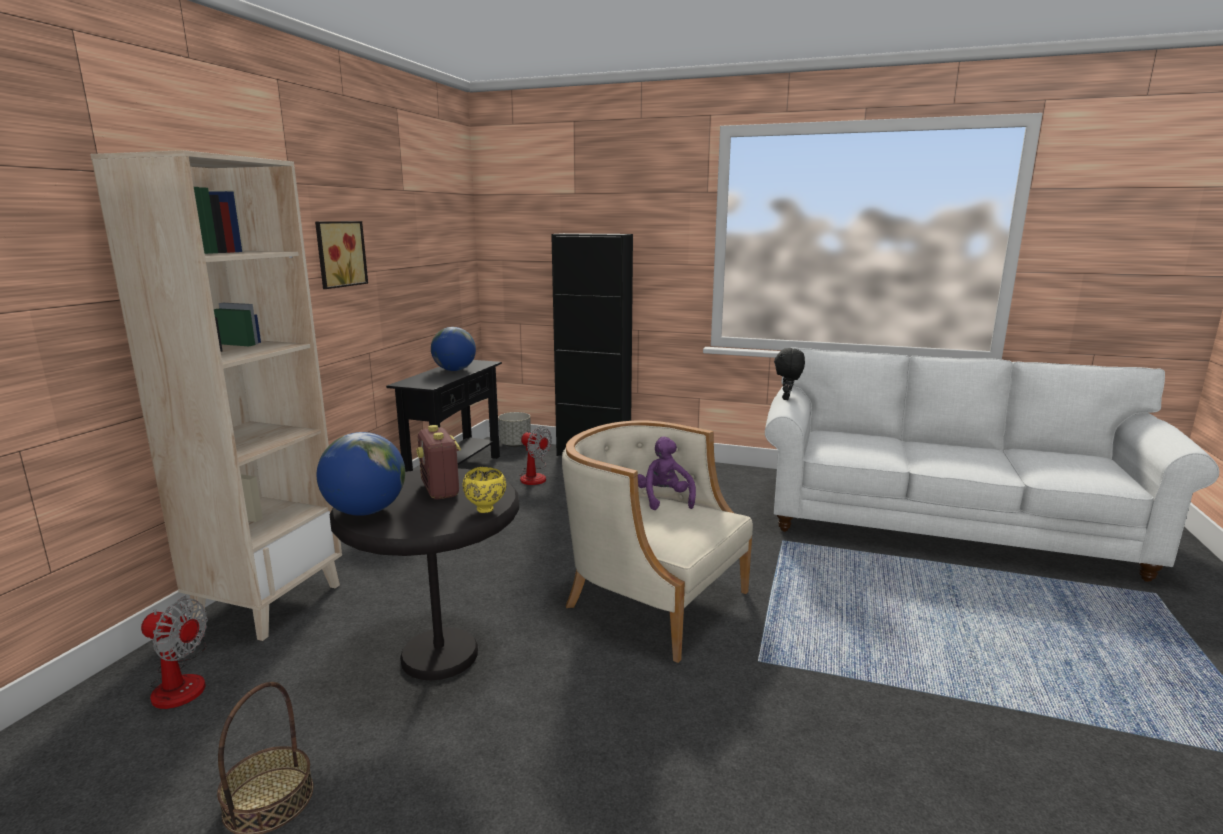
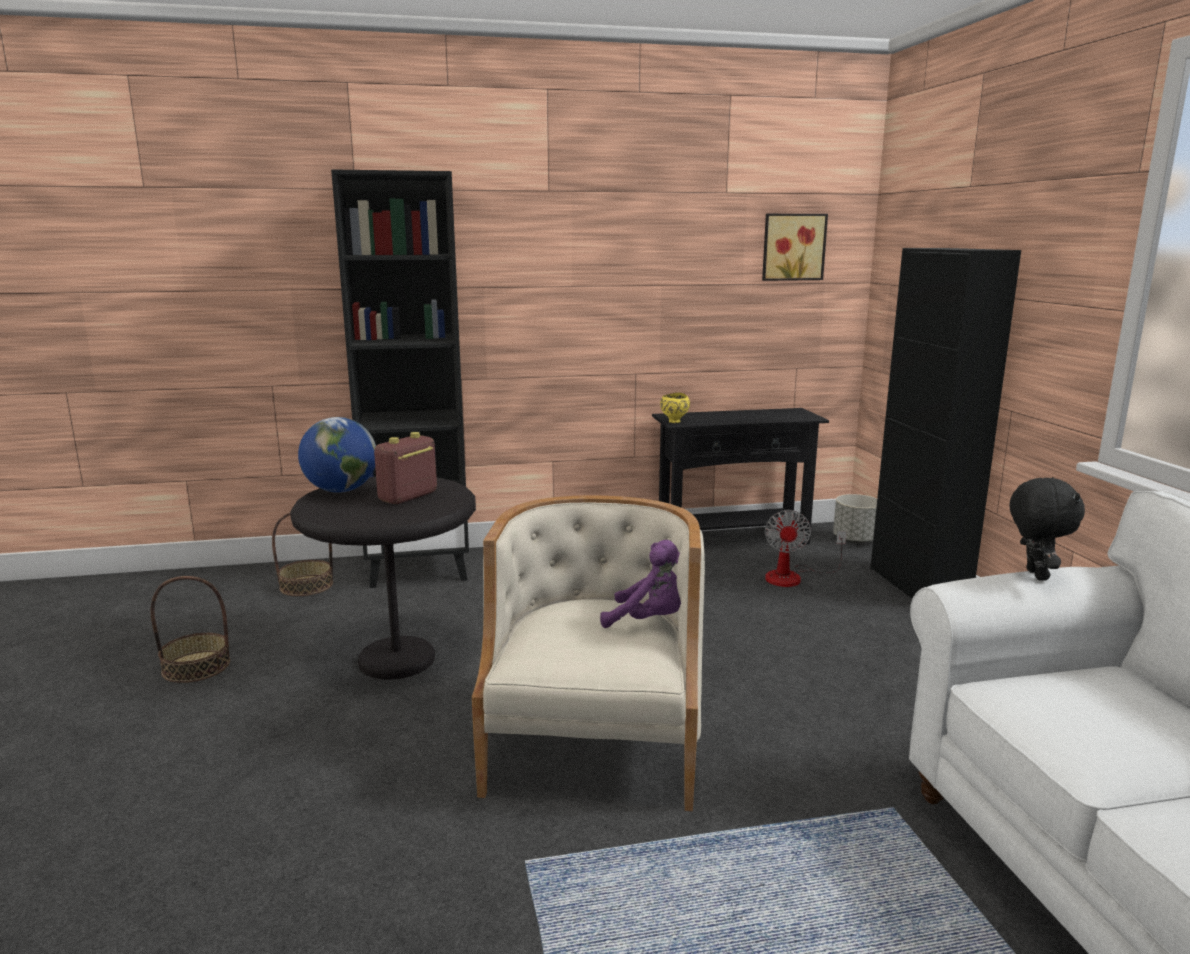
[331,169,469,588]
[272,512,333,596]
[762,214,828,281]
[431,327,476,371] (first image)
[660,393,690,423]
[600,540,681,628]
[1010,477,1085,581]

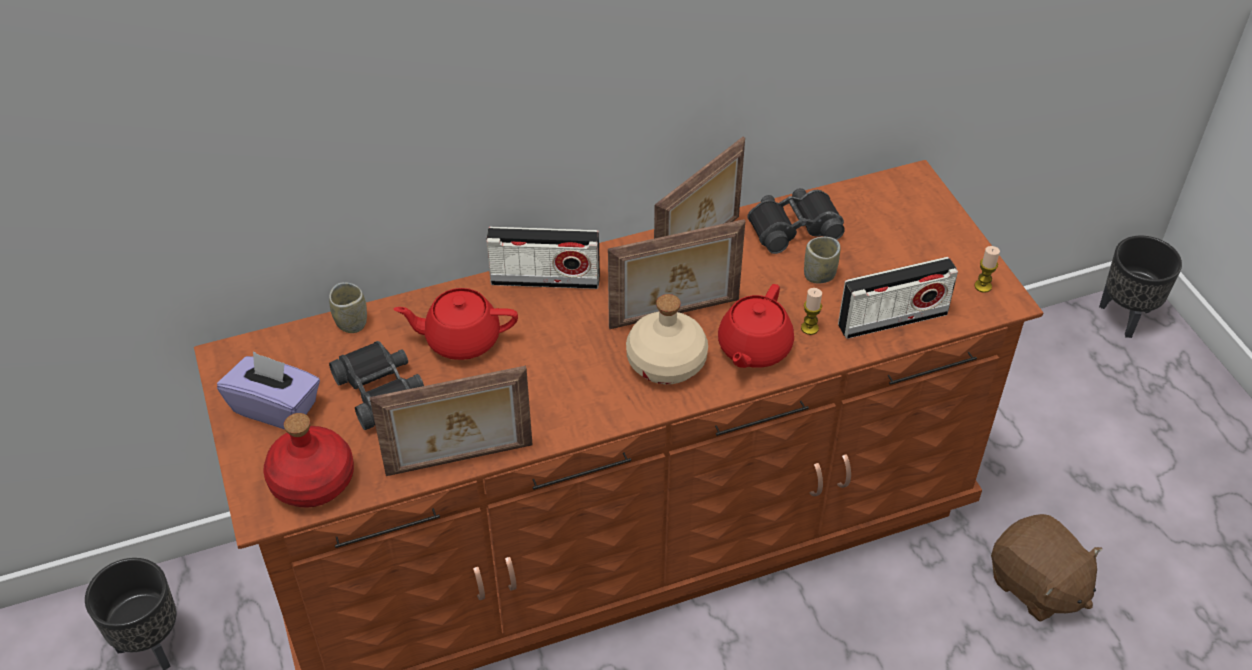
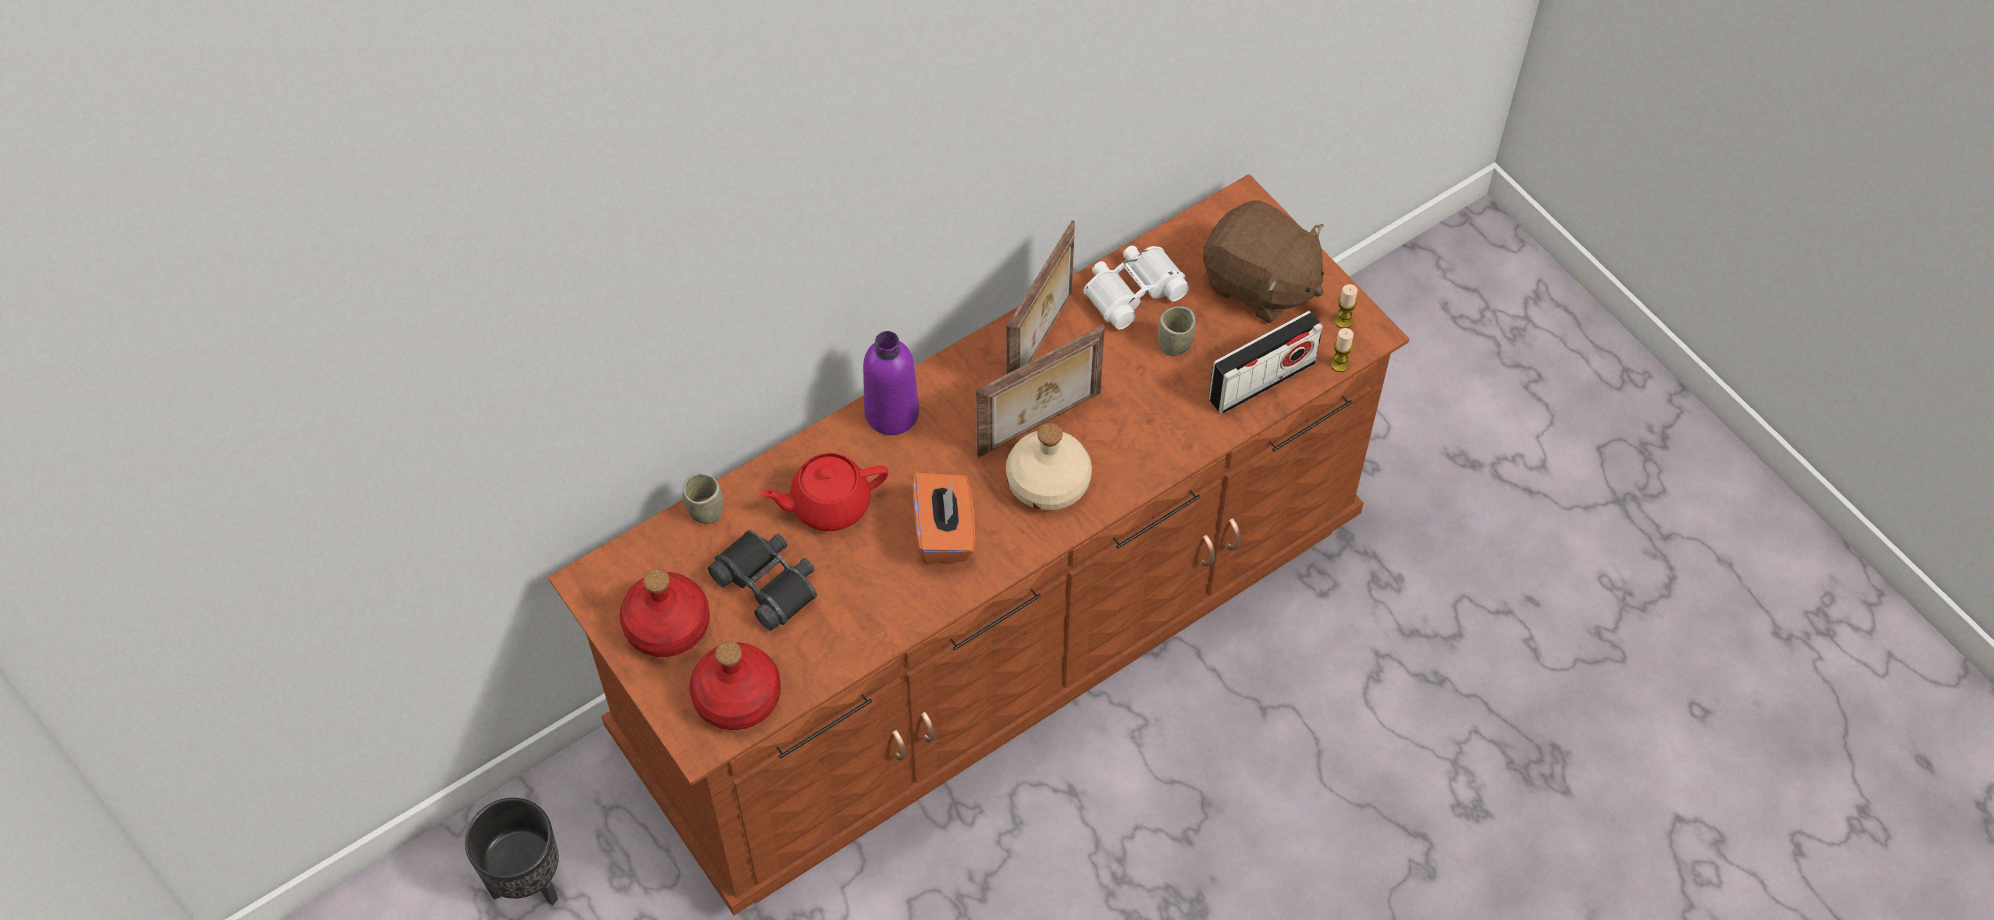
[620,569,710,657]
[370,366,533,476] (first image)
[863,331,919,435]
[718,284,794,368] (first image)
[1083,245,1189,330]
[1330,328,1354,372]
[1203,200,1324,323]
[1099,236,1182,338] (first image)
[912,473,975,564]

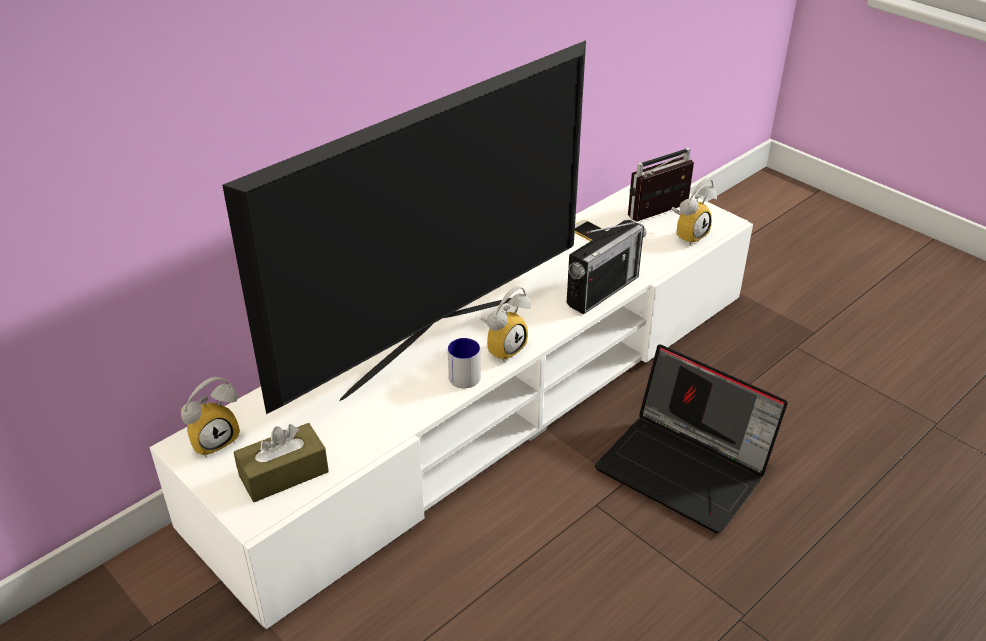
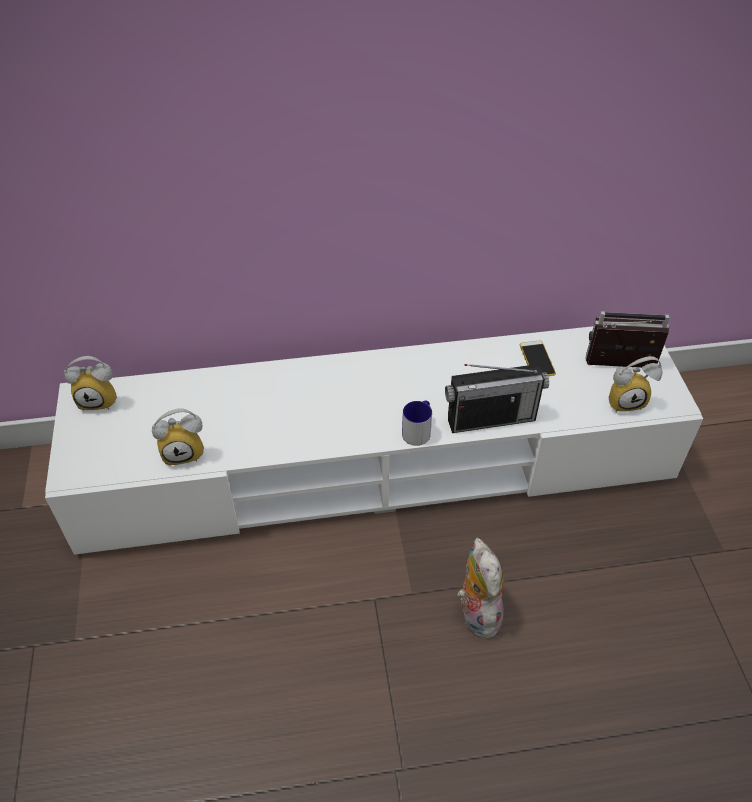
[222,40,586,414] (first image)
[234,423,329,502] (first image)
[402,400,432,446]
[152,408,204,466]
[457,538,504,638]

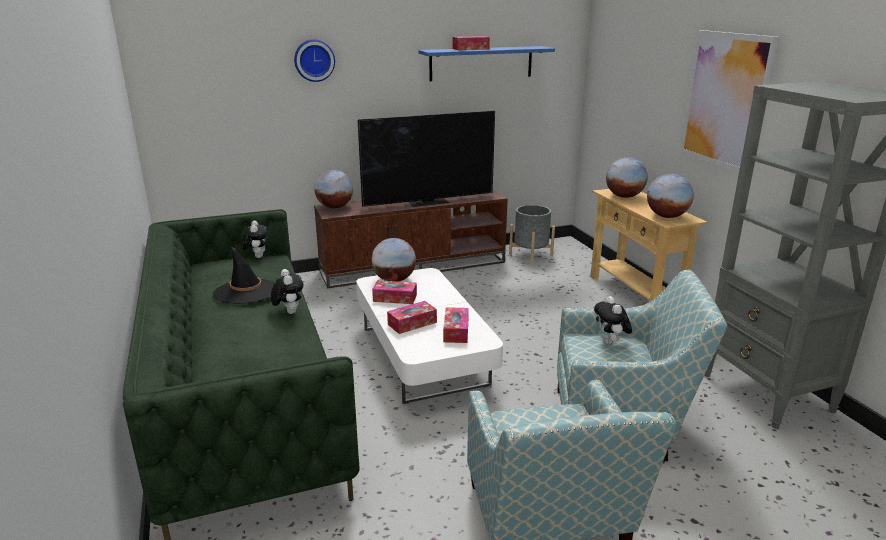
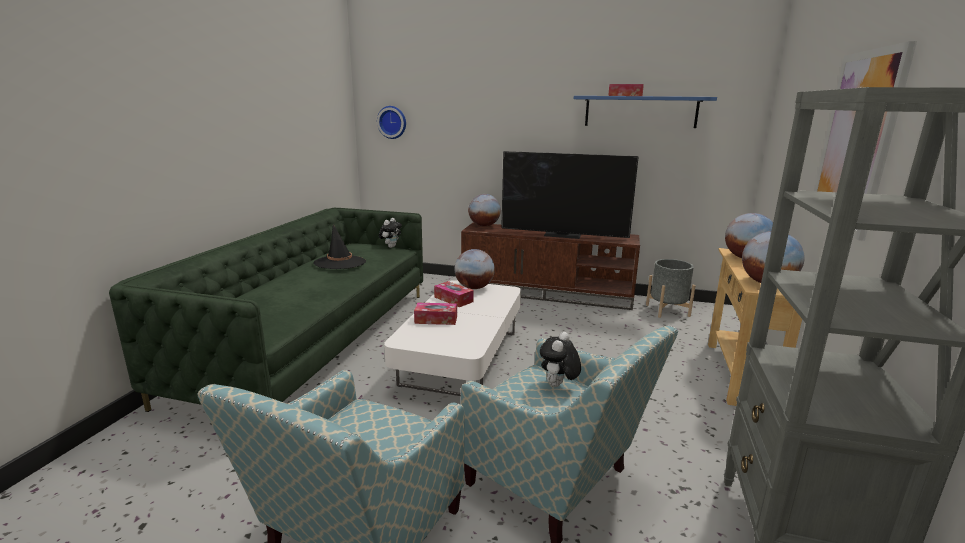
[271,269,304,314] (first image)
[377,106,406,139]
[443,307,469,343] (first image)

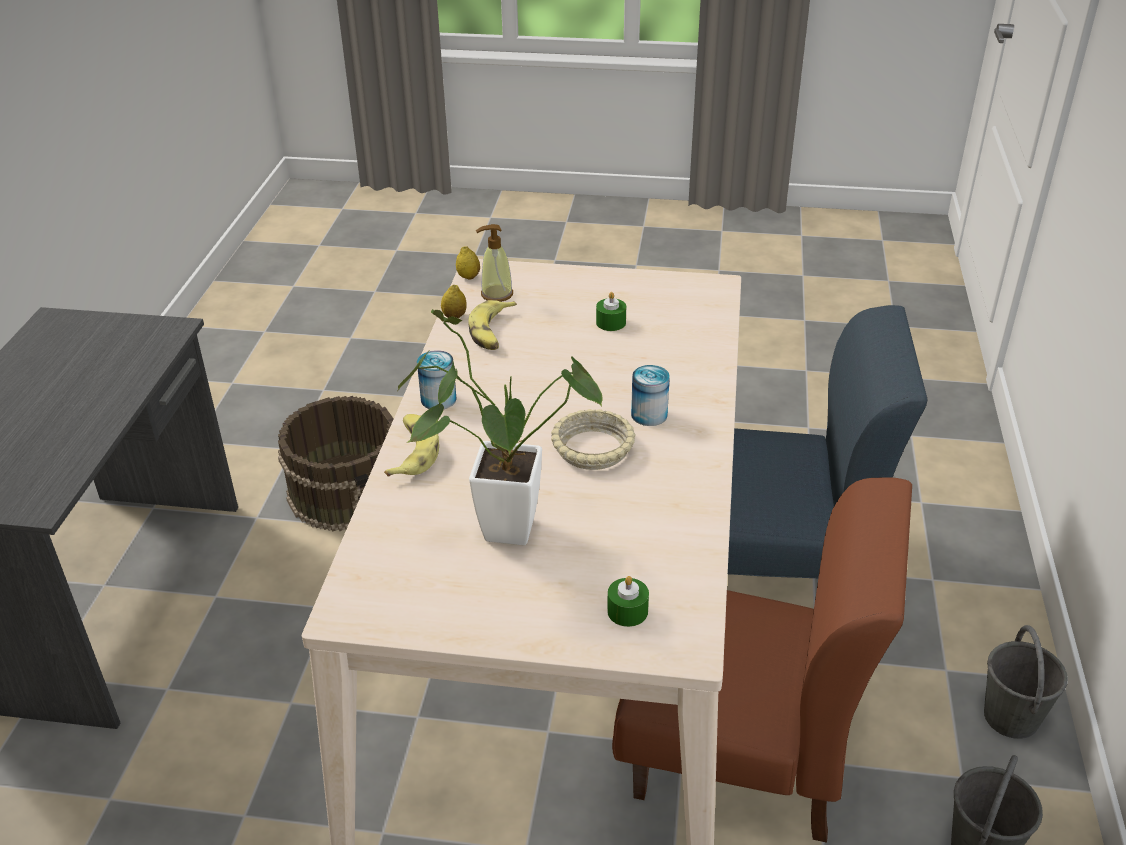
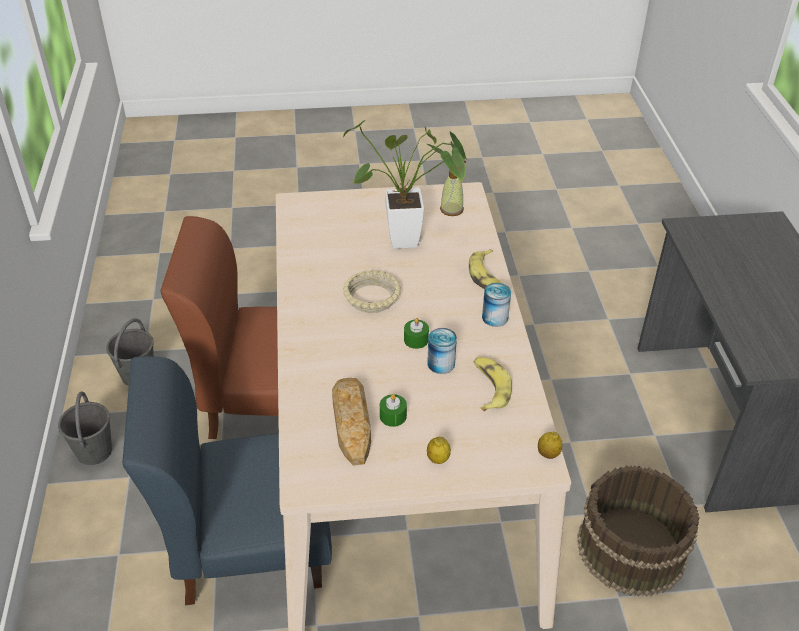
[427,437,451,464]
[440,160,466,216]
[404,318,429,349]
[427,328,457,374]
[332,378,371,466]

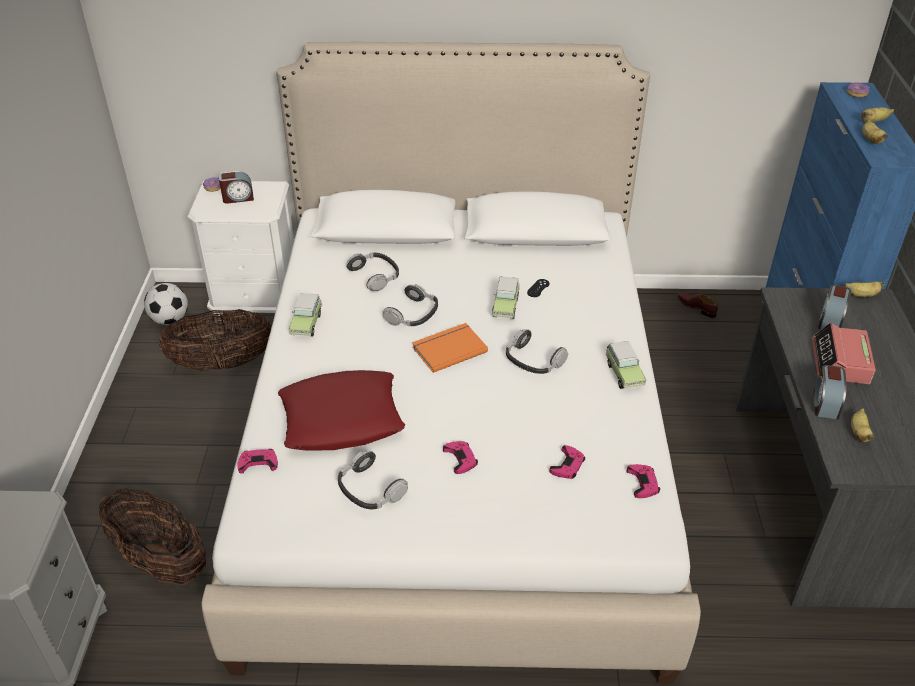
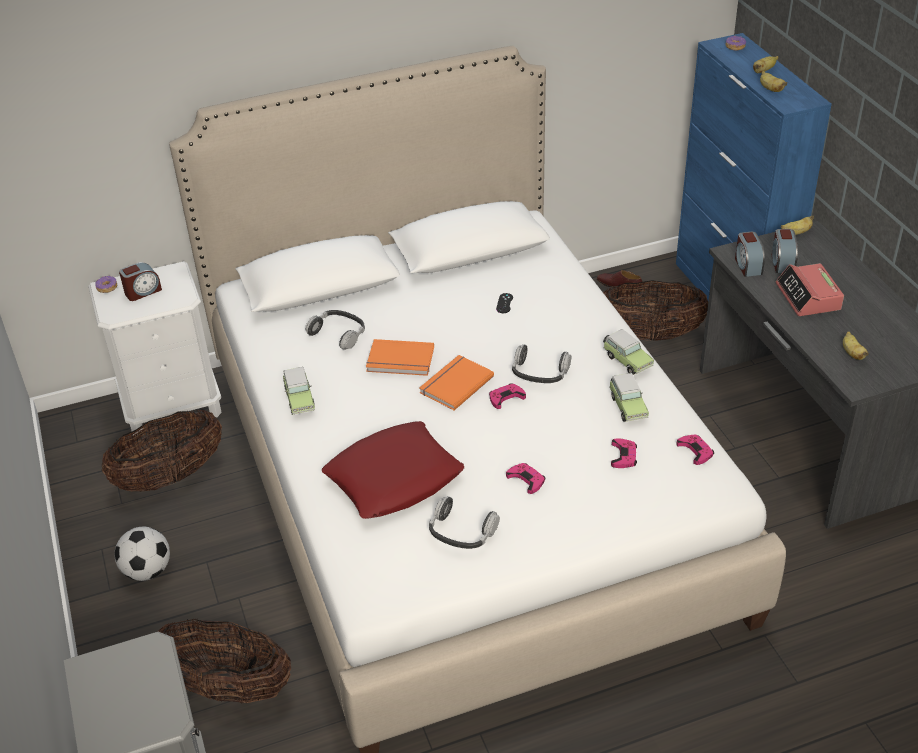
[115,527,170,581]
[489,383,526,409]
[366,339,434,376]
[609,373,649,422]
[735,232,765,277]
[603,280,708,341]

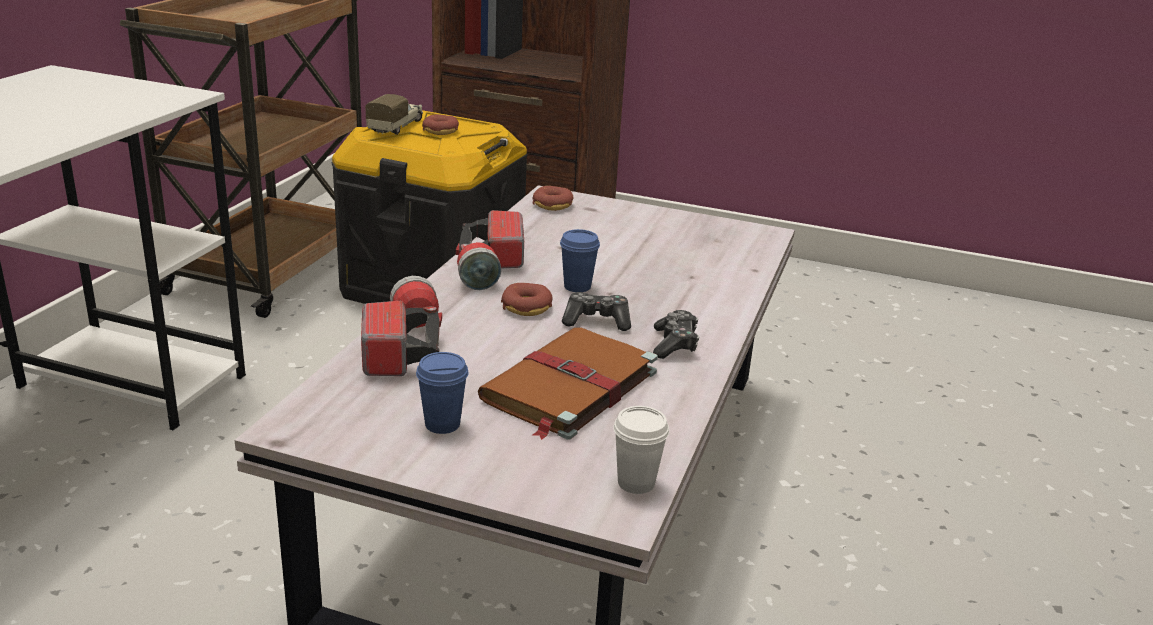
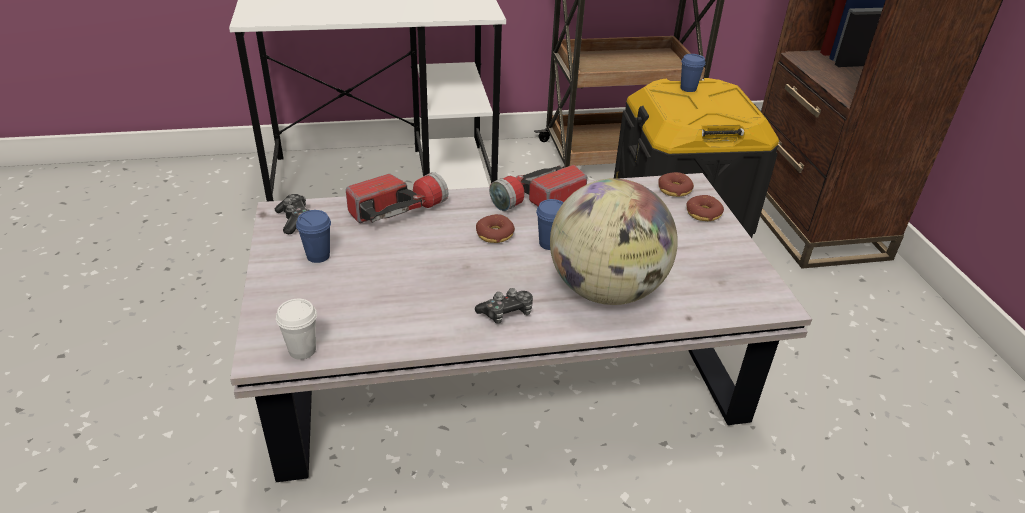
[681,54,705,92]
[686,195,724,221]
[478,327,658,440] (first image)
[275,194,309,234]
[550,178,678,305]

